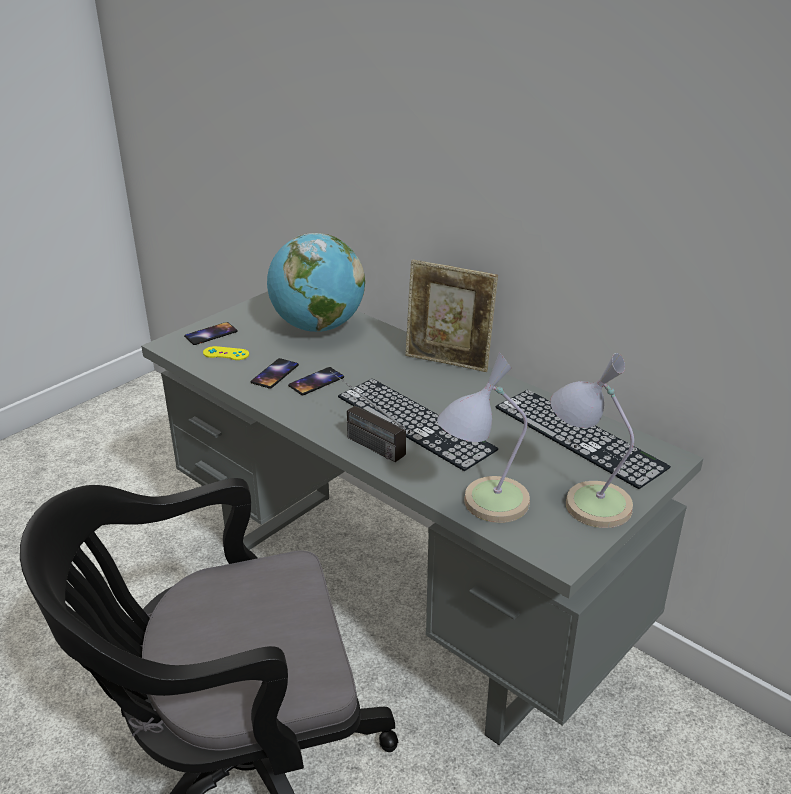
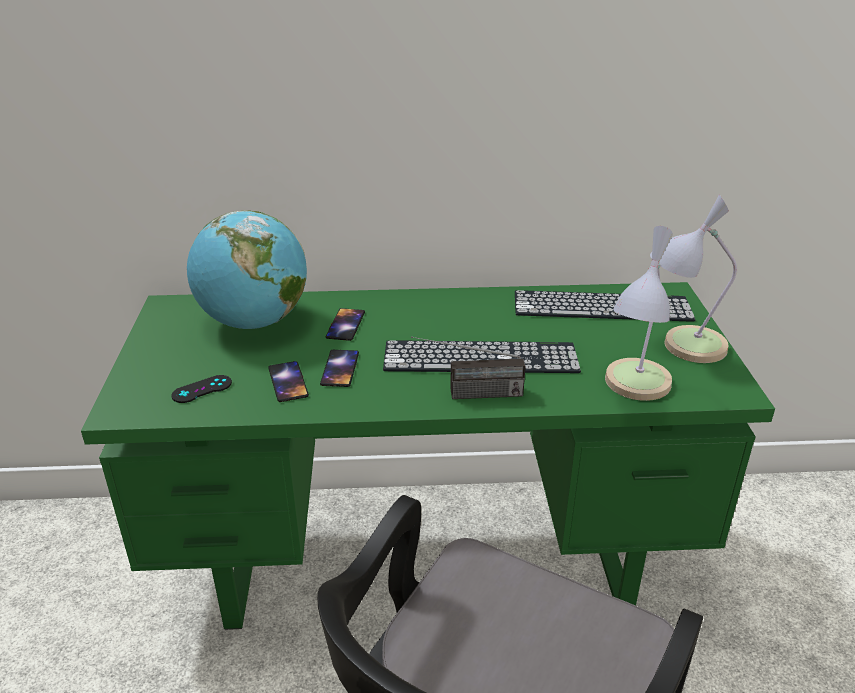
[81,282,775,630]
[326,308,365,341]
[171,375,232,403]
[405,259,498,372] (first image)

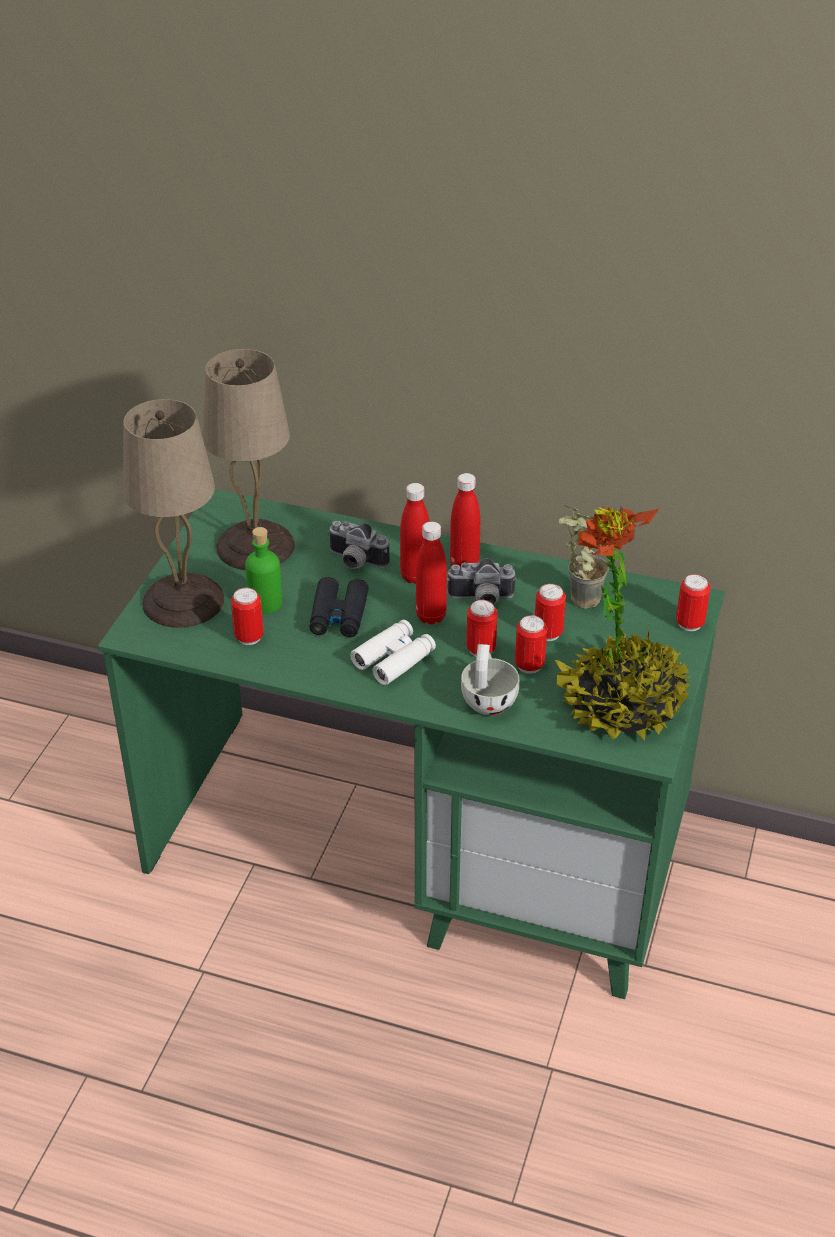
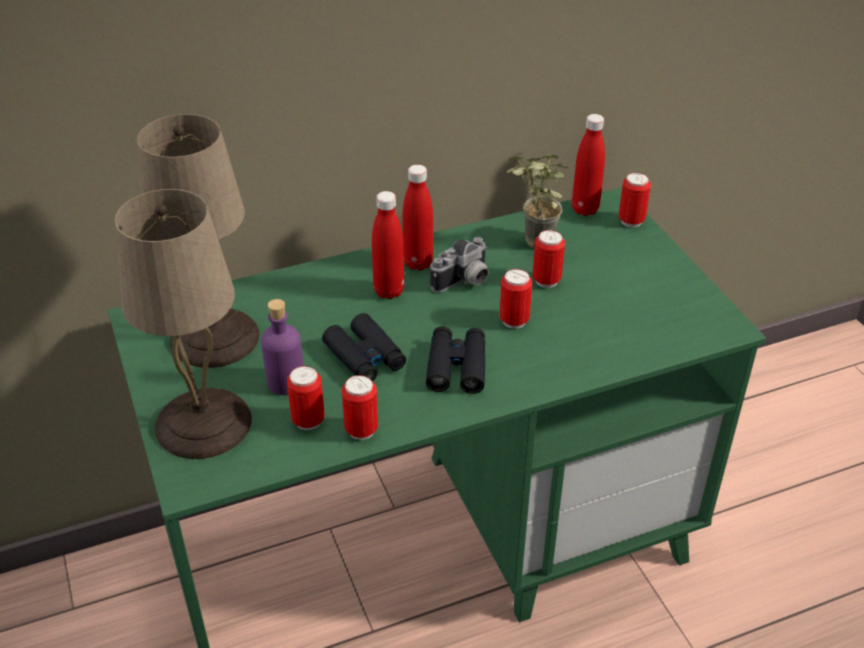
[261,299,304,395]
[327,521,389,569] (first image)
[426,326,485,394]
[572,114,605,216]
[461,644,519,715] (first image)
[342,375,378,440]
[555,507,691,741] (first image)

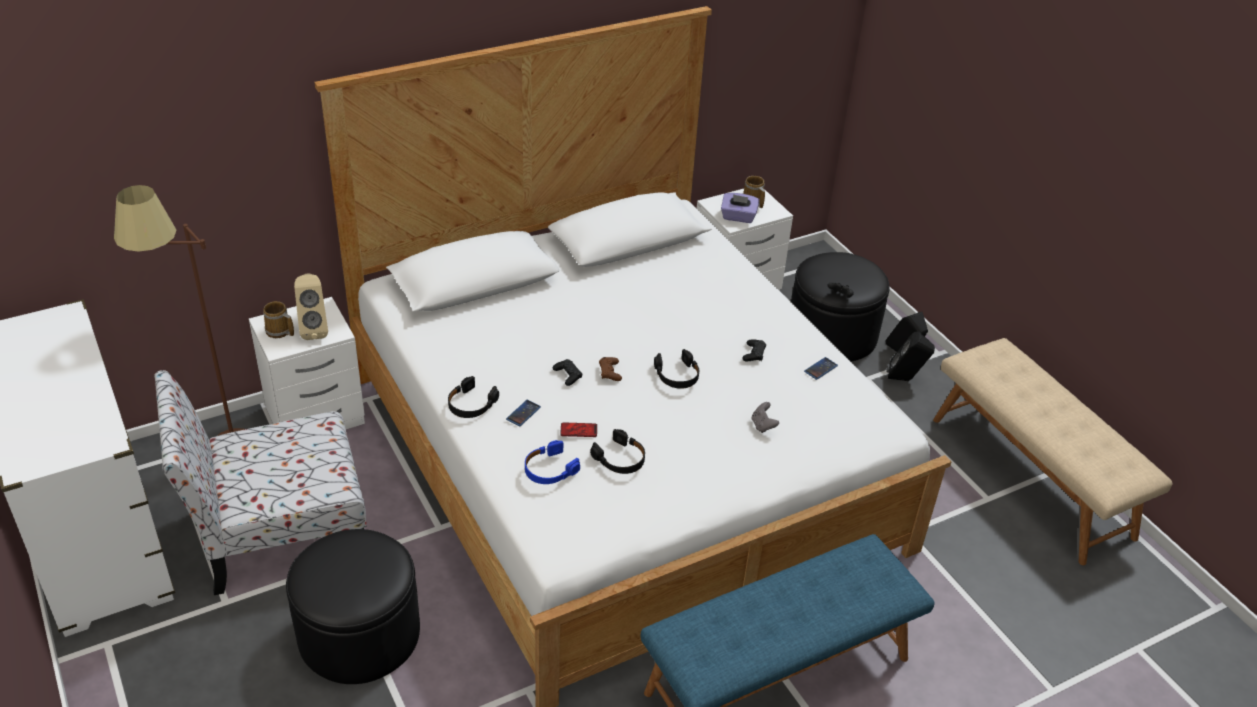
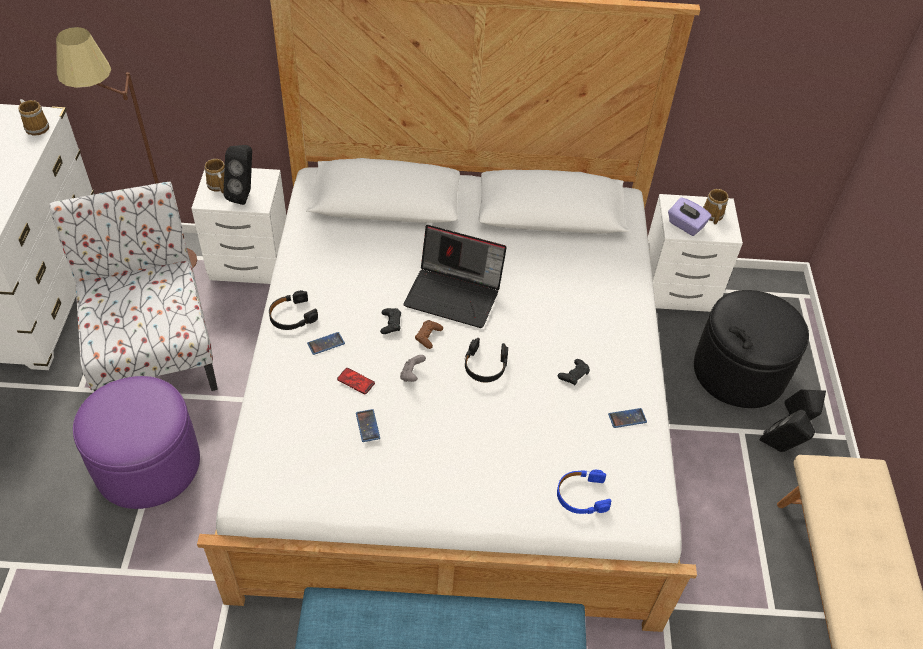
[49,182,218,392]
[73,376,200,509]
[223,145,252,205]
[557,470,611,514]
[356,409,380,442]
[400,355,426,382]
[19,99,49,136]
[403,225,507,328]

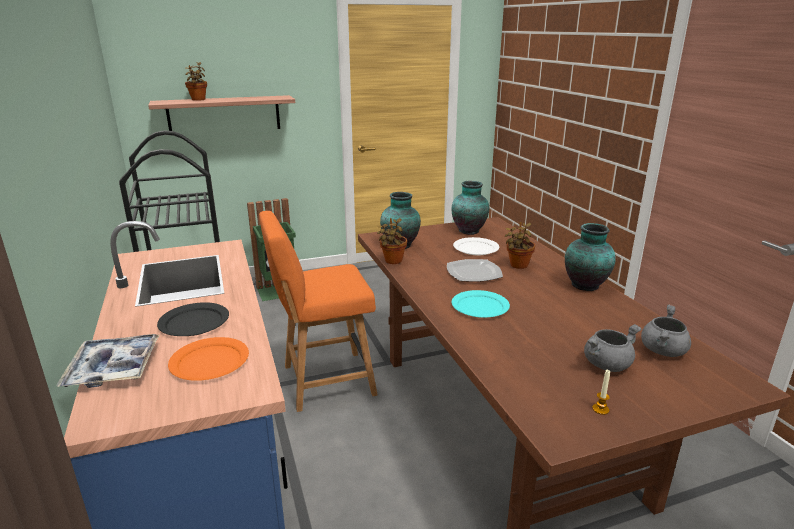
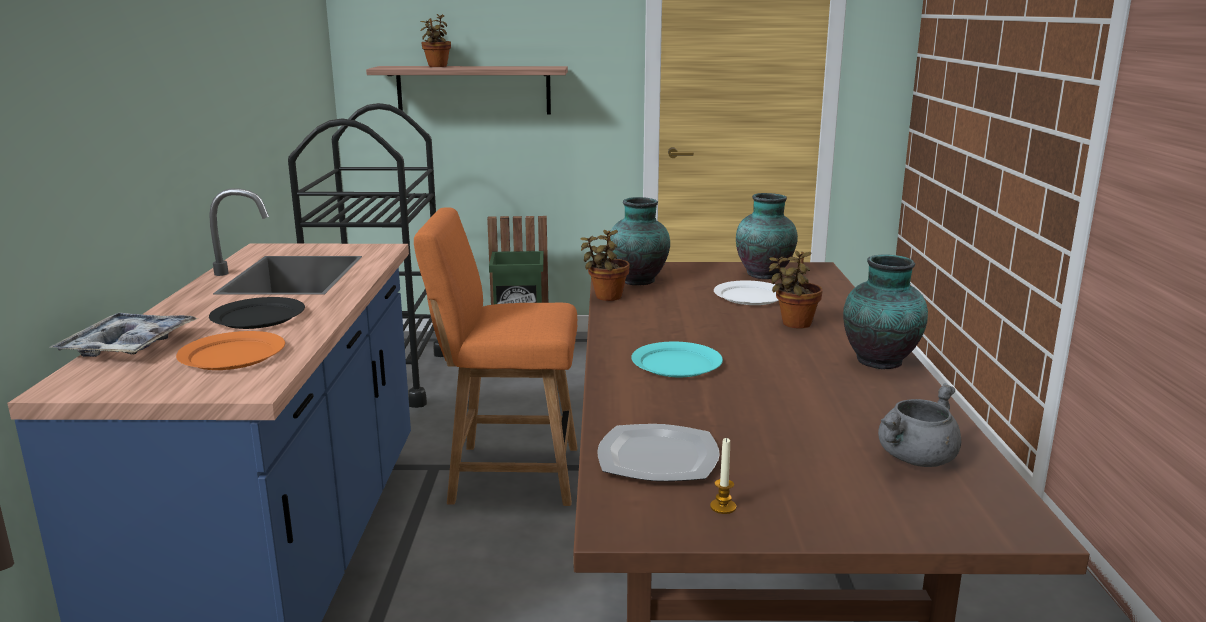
[597,424,720,481]
[584,324,641,372] (first image)

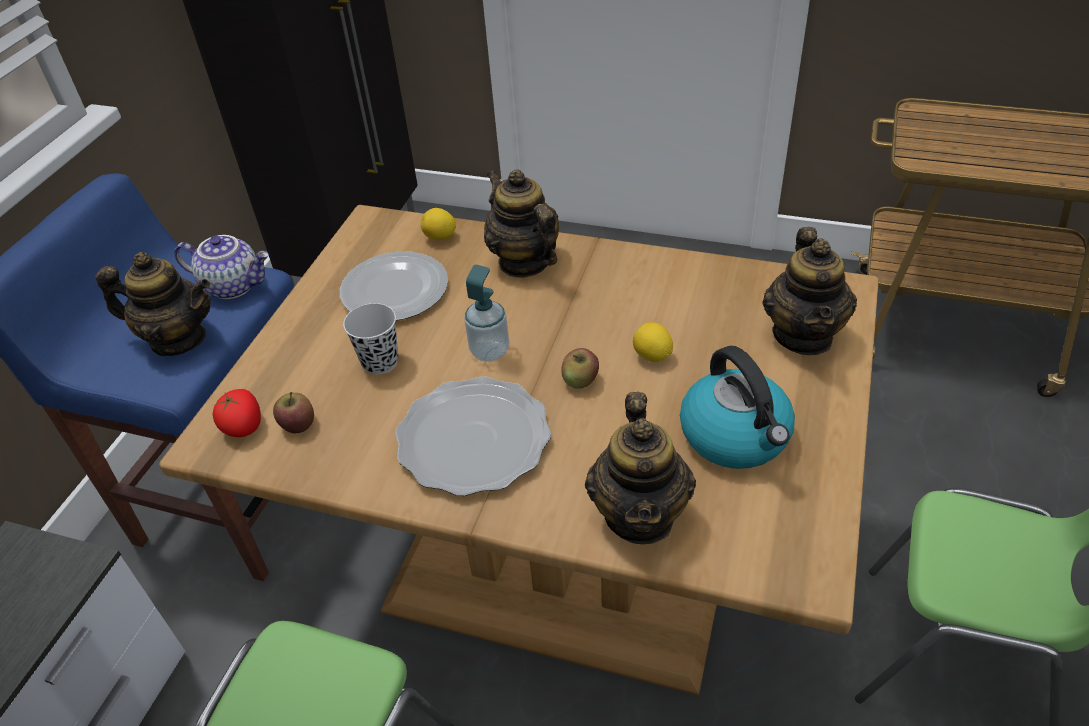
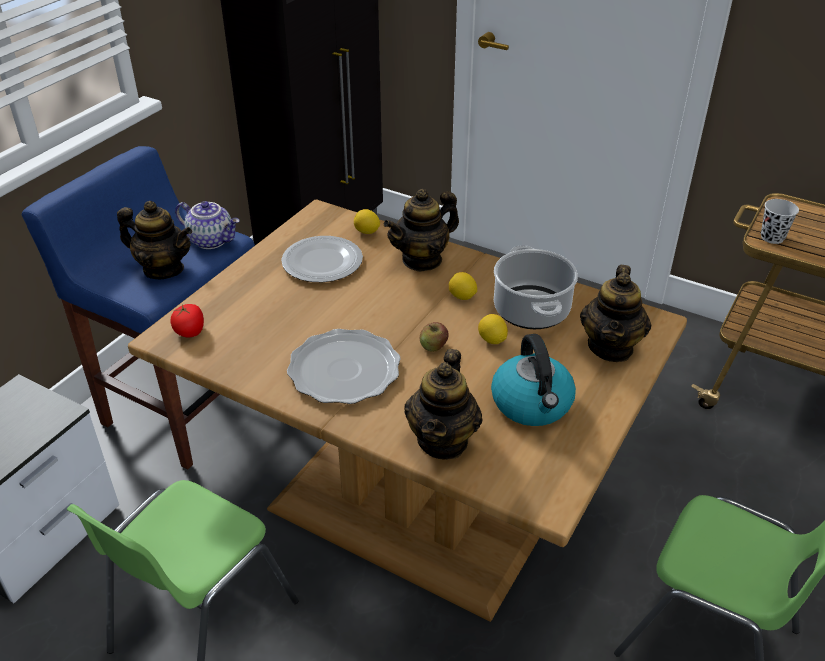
[273,392,314,434] (first image)
[761,199,799,244]
[464,265,509,362] (first image)
[384,189,459,272]
[449,272,477,300]
[494,245,578,329]

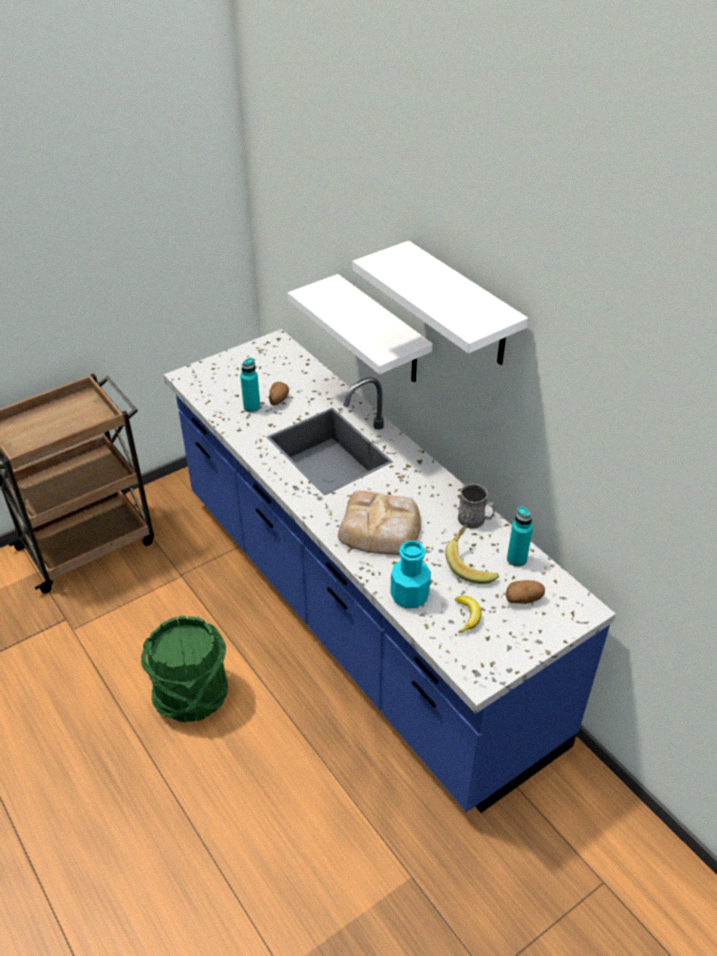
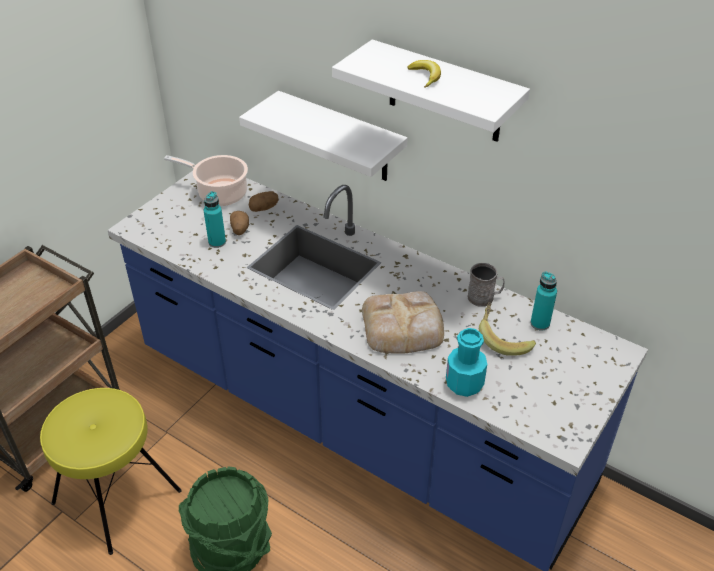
[407,60,441,88]
[249,191,278,212]
[40,388,182,555]
[164,155,248,206]

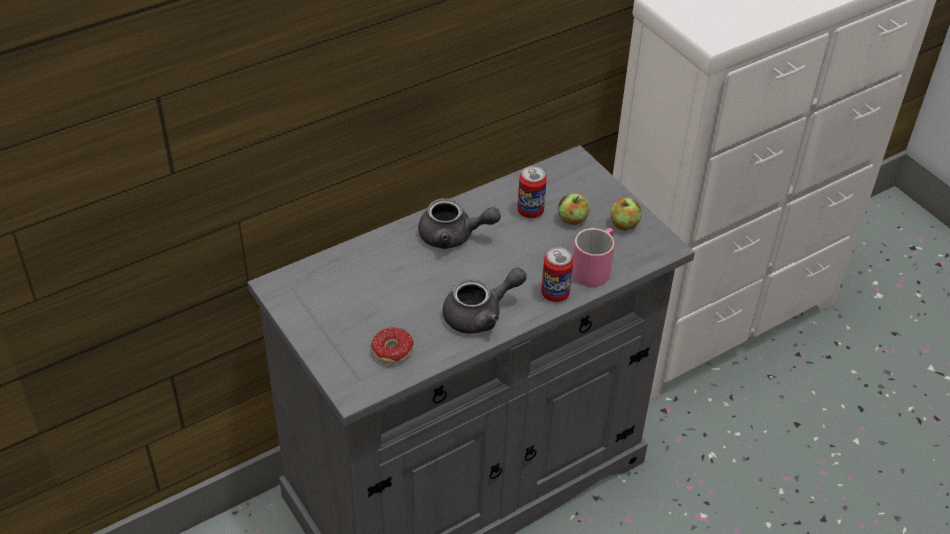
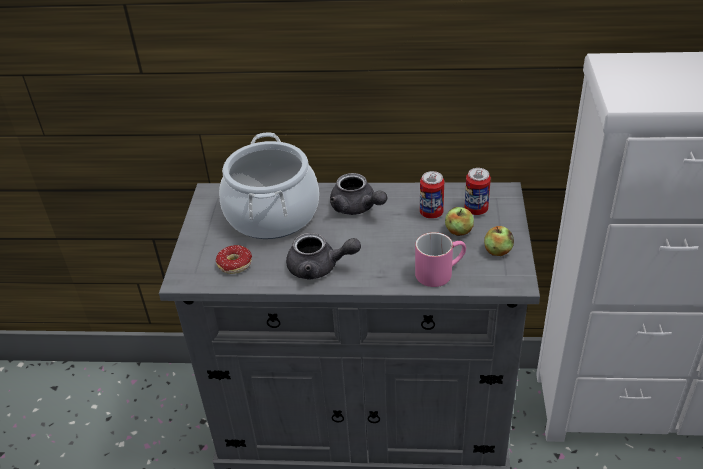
[465,168,491,215]
[219,133,319,239]

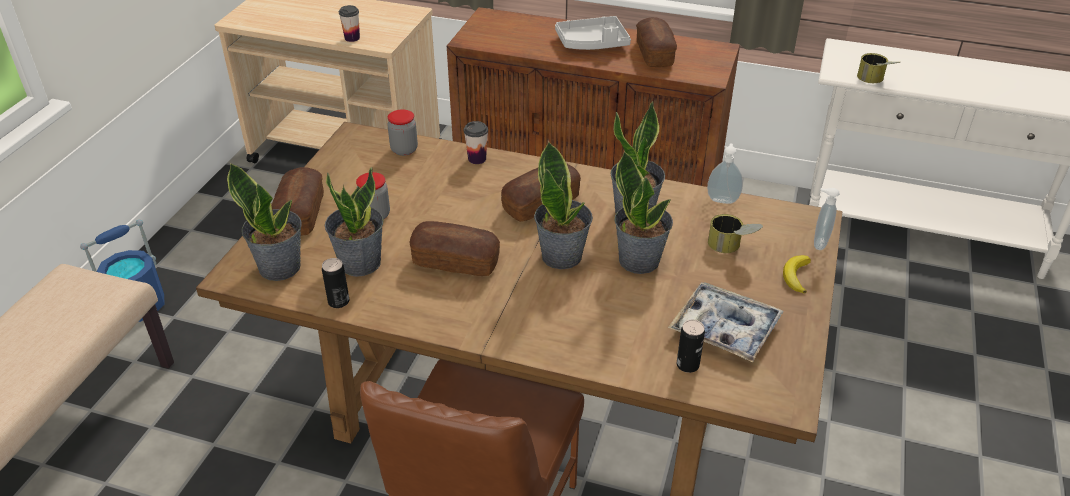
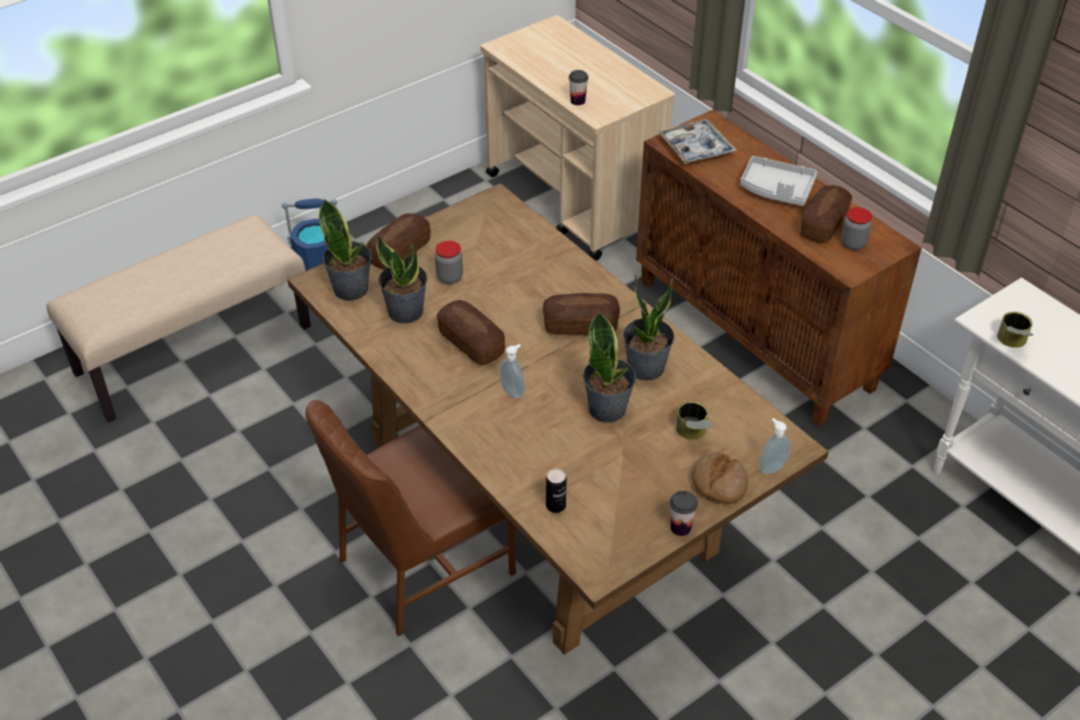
[322,258,349,308] (first image)
[841,207,872,250]
[670,491,698,536]
[534,142,593,270] (first image)
[658,119,737,164]
[500,344,524,399]
[692,453,748,504]

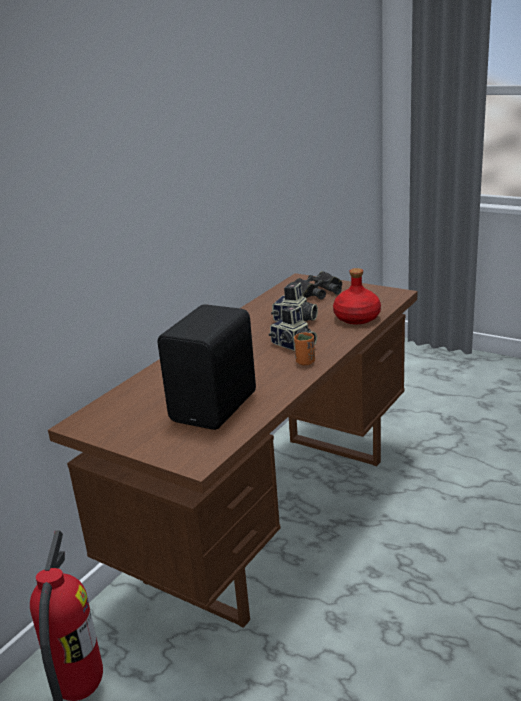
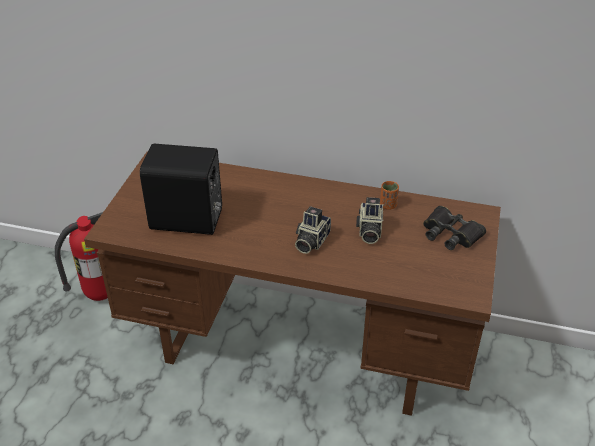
[380,181,399,210]
[333,268,381,324] (first image)

